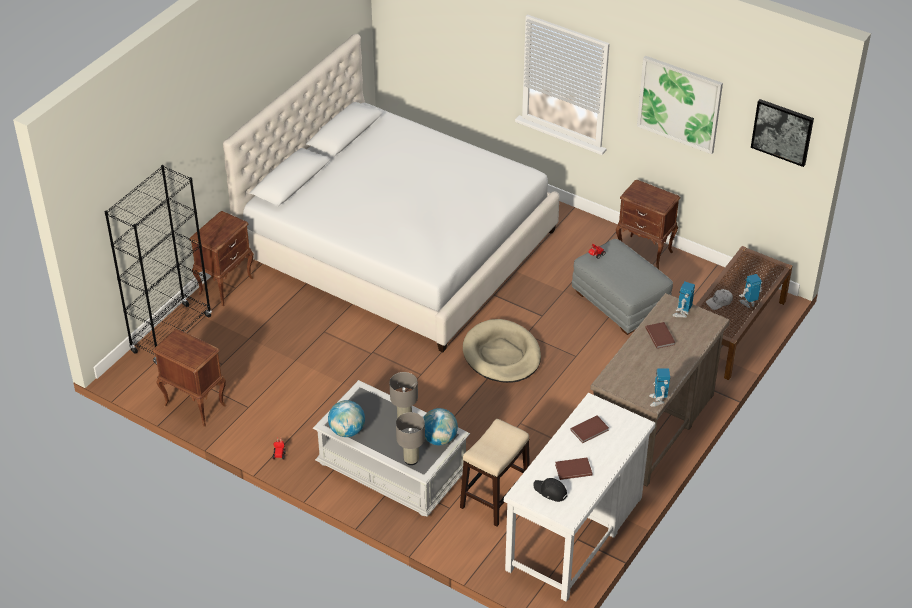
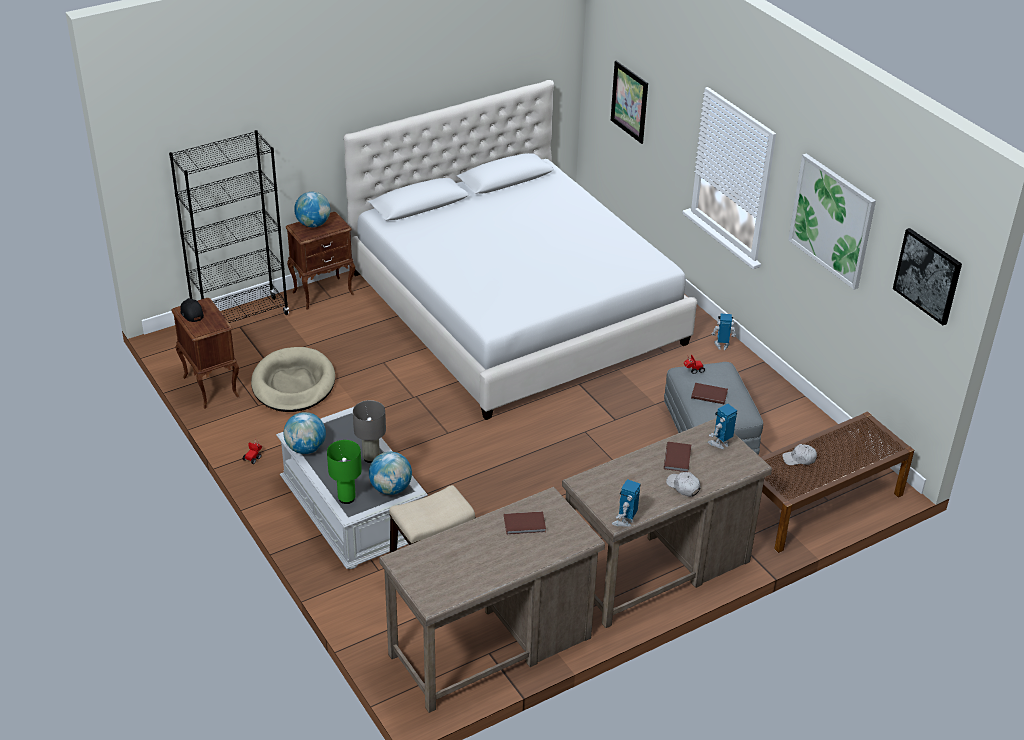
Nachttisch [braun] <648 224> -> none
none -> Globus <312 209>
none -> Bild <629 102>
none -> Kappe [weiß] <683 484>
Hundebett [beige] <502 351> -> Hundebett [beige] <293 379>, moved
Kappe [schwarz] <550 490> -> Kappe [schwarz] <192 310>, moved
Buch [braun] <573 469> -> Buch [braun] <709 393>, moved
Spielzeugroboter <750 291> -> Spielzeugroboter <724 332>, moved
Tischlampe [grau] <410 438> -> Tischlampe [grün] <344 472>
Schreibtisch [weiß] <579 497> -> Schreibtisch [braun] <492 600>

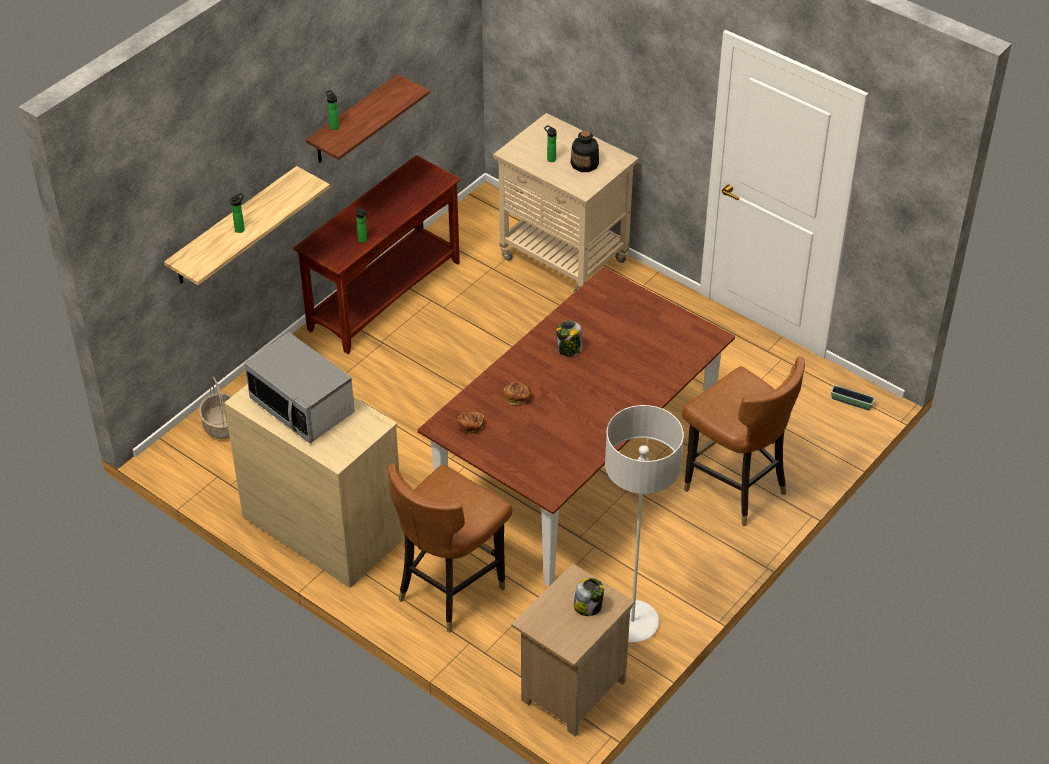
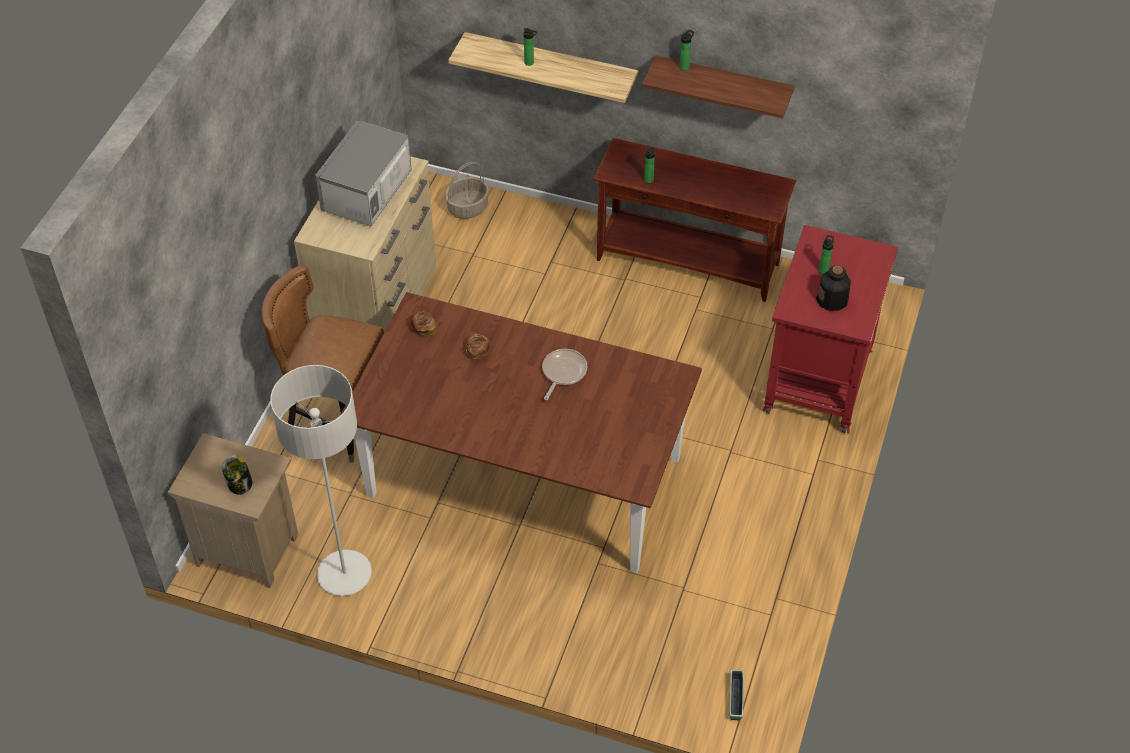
Stuhl [braun] <743 442> -> none
Vorratsglas <569 338> -> Pfanne <564 374>
Rollwagen [beige] <565 202> -> Rollwagen [rot] <830 329>

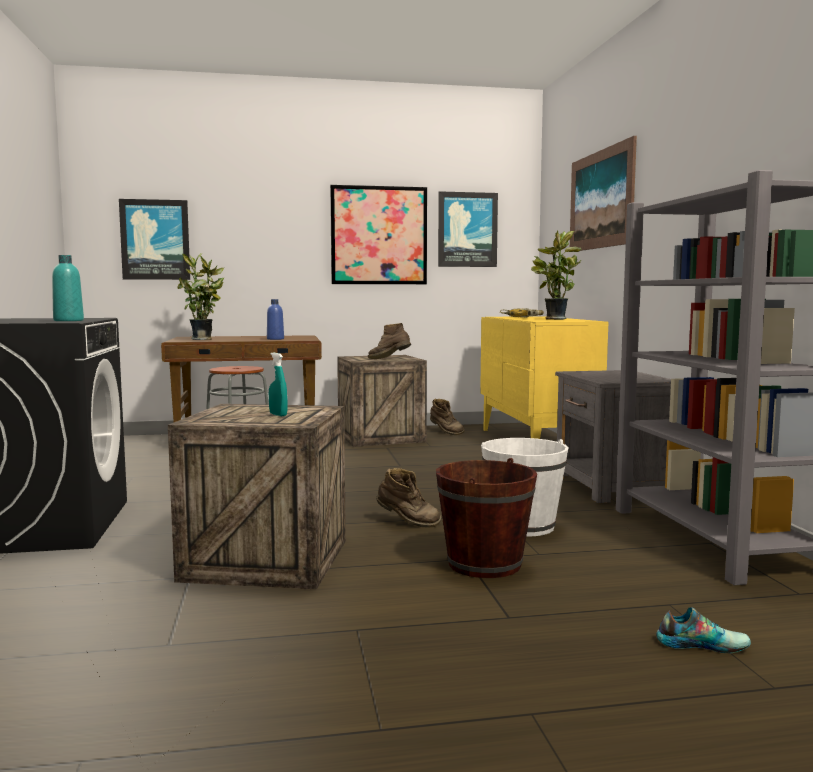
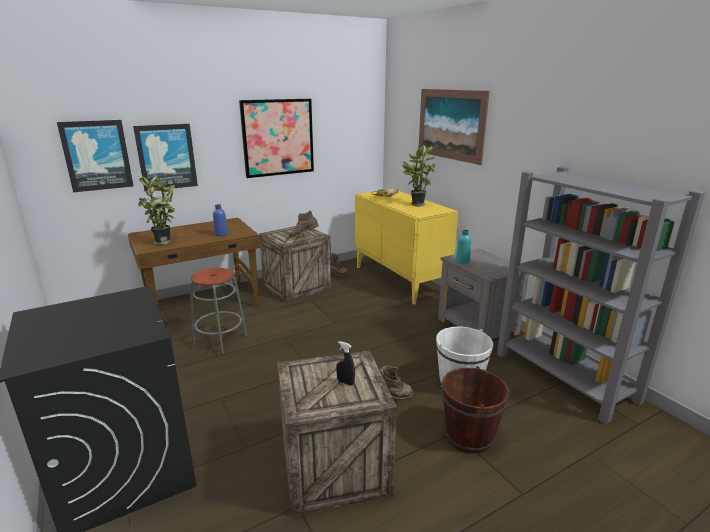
Schuh <703 630> -> none
Flasche [türkis] <68 288> -> Flasche [türkis] <463 247>, moved
Bild <468 229> -> Bild <165 157>, moved
Sprühflasche [türkis] <278 384> -> Sprühflasche [schwarz] <345 363>

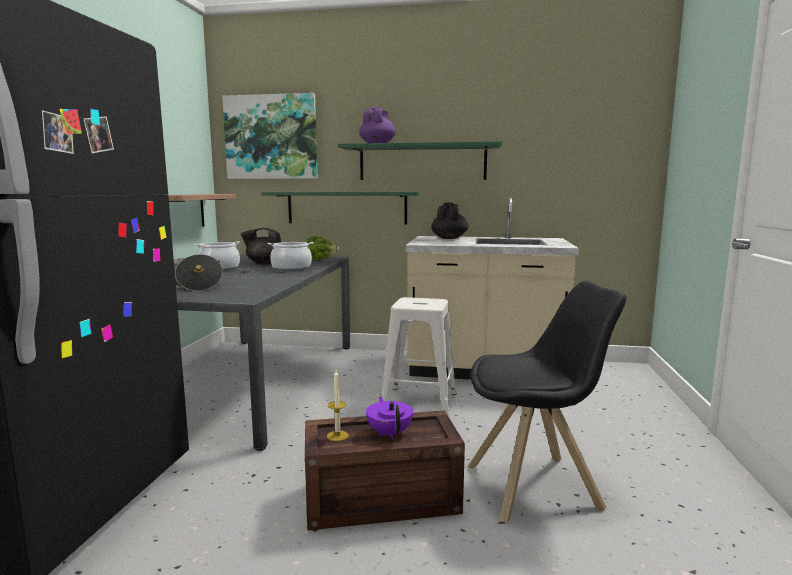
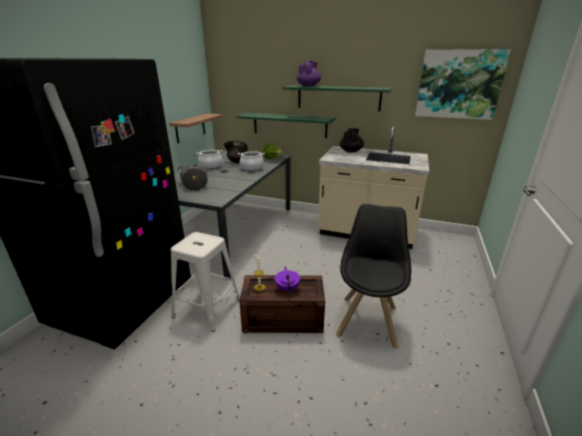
Bild <270 136> -> Bild <463 84>, moved
Hocker [weiß] <419 357> -> Hocker [weiß] <205 282>, moved
Stuhl [schwarz] <547 402> -> Stuhl [schwarz] <373 276>, 75 degrees counterclockwise

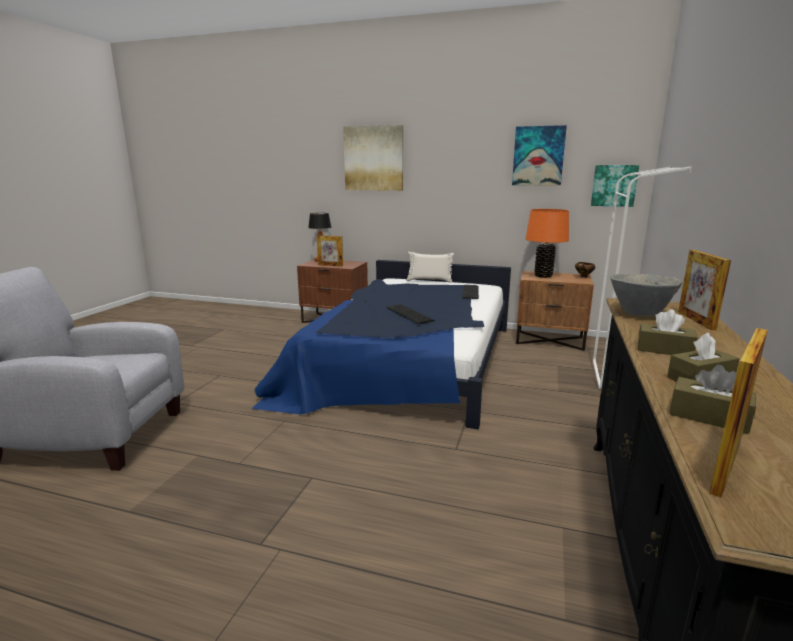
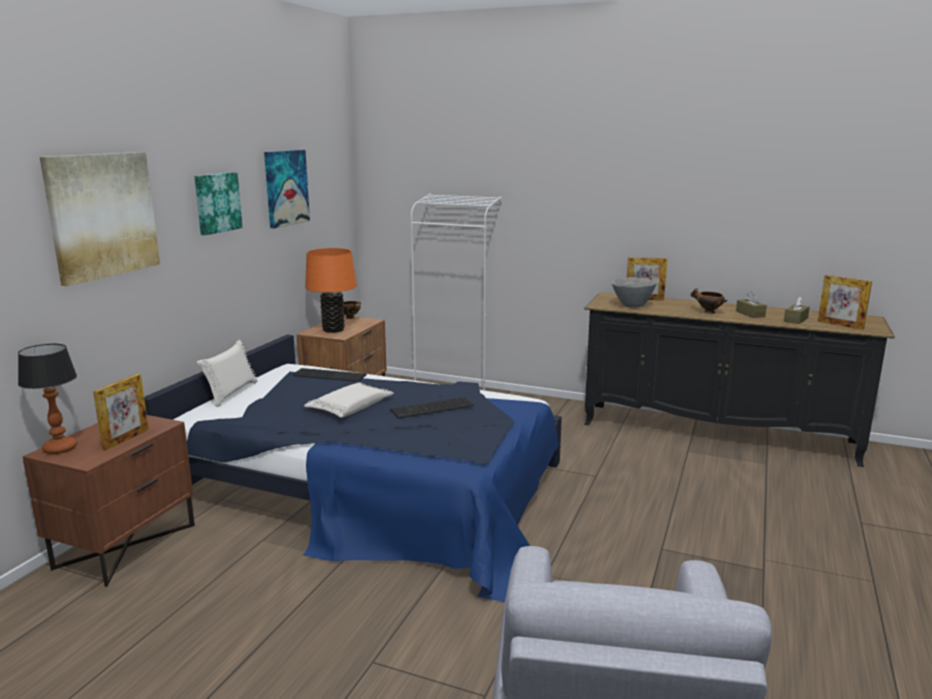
none -> Kissen [weiß] <348 400>
Bild <615 186> -> Bild <218 203>, moved
Taschentuchbox [braun] <668 332> -> Schüssel <709 301>

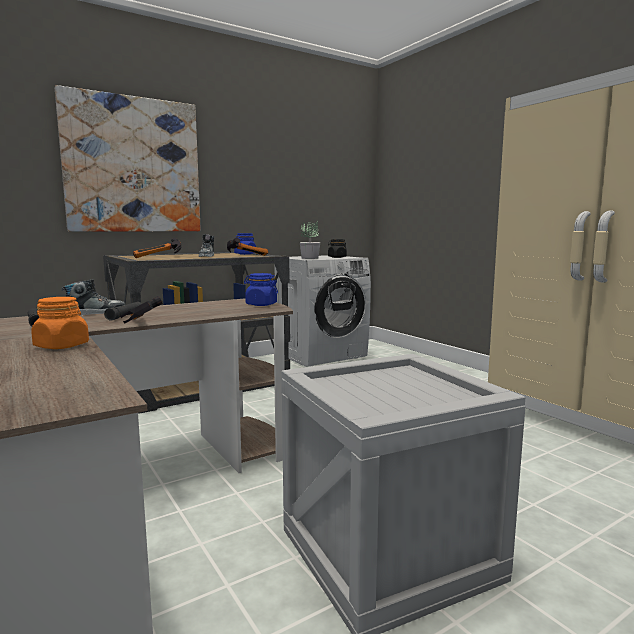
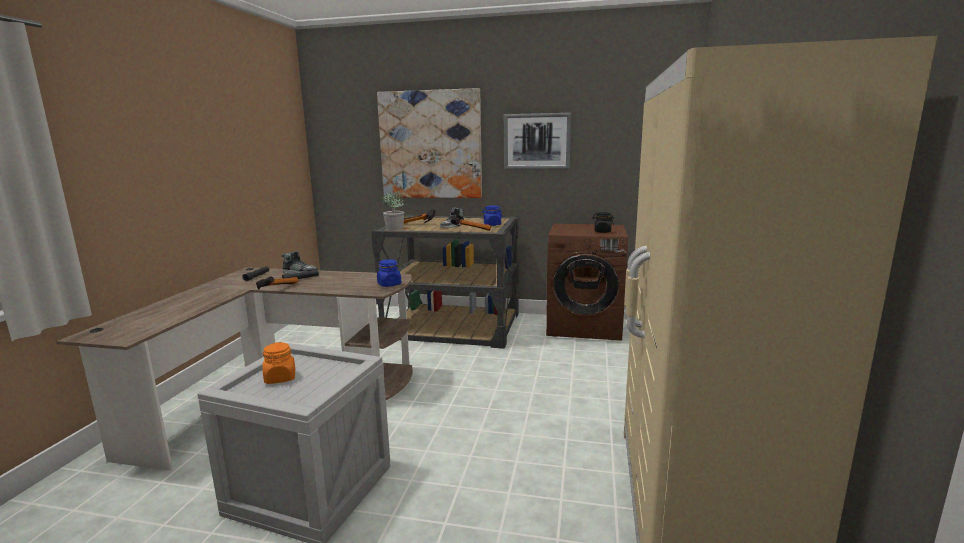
none -> Bild <537 141>
Vorratsglas [orange] <60 323> -> Vorratsglas [orange] <279 363>, moved
Topfpflanze <310 240> -> Topfpflanze <393 210>, moved
Waschmaschine [weiß] <322 311> -> Waschmaschine [braun] <587 282>

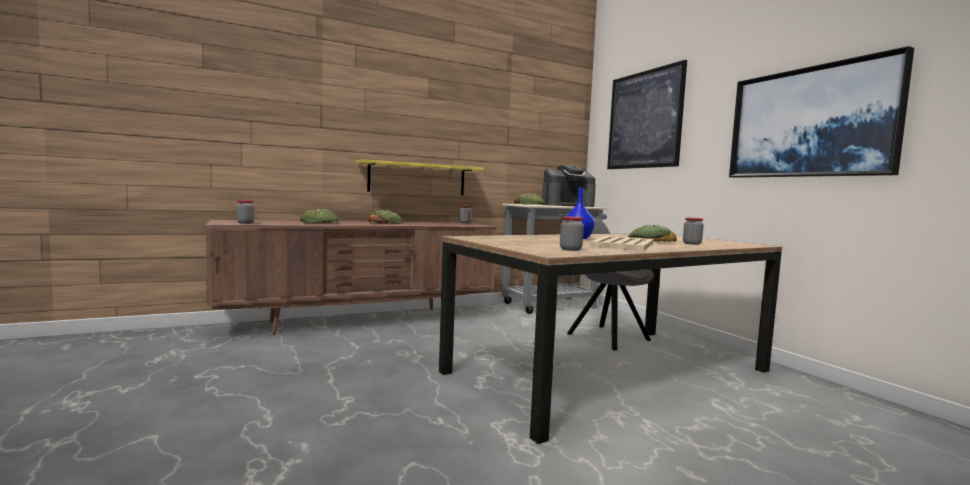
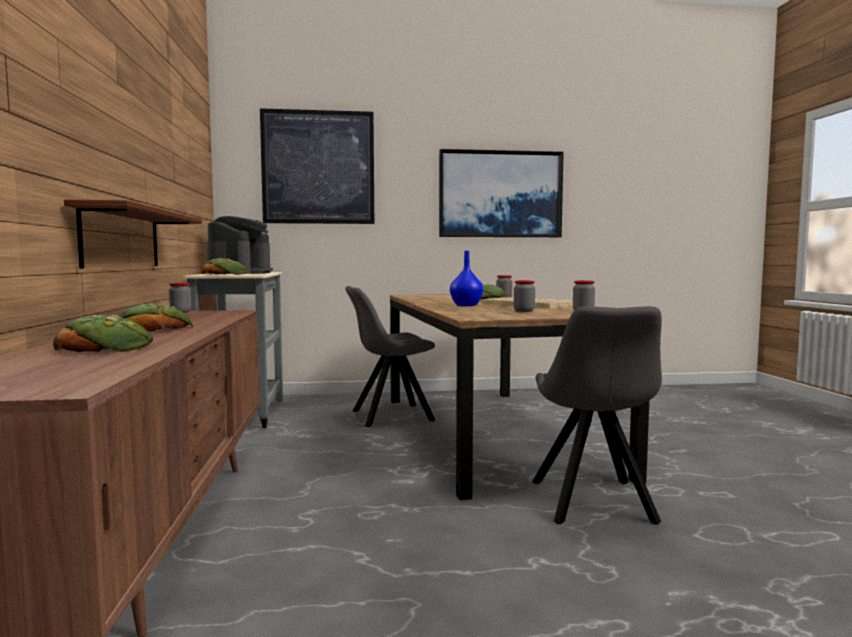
none -> Stuhl [grau] <597 415>
Vorratsglas <245 212> -> Vorratsglas <524 296>, moved
Wandregal [gelb] <420 177> -> Wandregal [braun] <133 234>

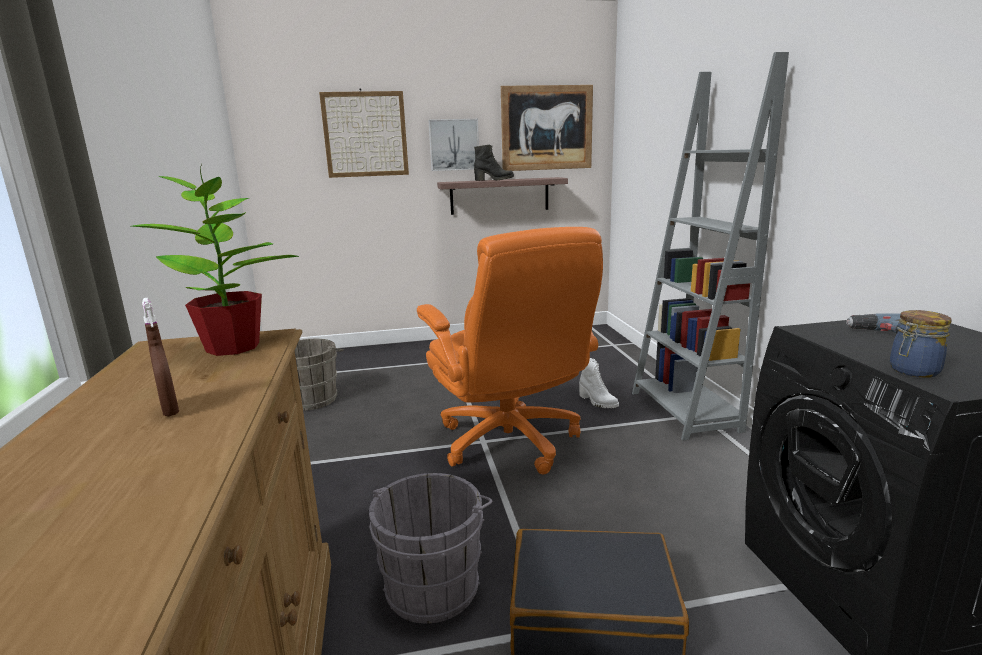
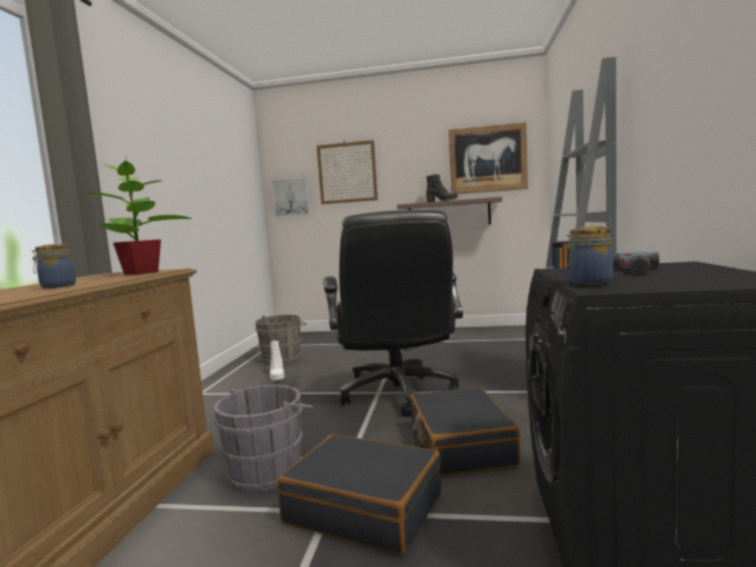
none -> Koffer [schwarz] <465 431>
Bild <453 145> -> Bild <291 197>, moved
Stiefel [weiß] <599 383> -> Stiefel [weiß] <277 360>, moved
Sprühflasche [braun] <160 357> -> Vorratsglas <54 266>
Bürostuhl [orange] <510 350> -> Bürostuhl [schwarz] <393 313>

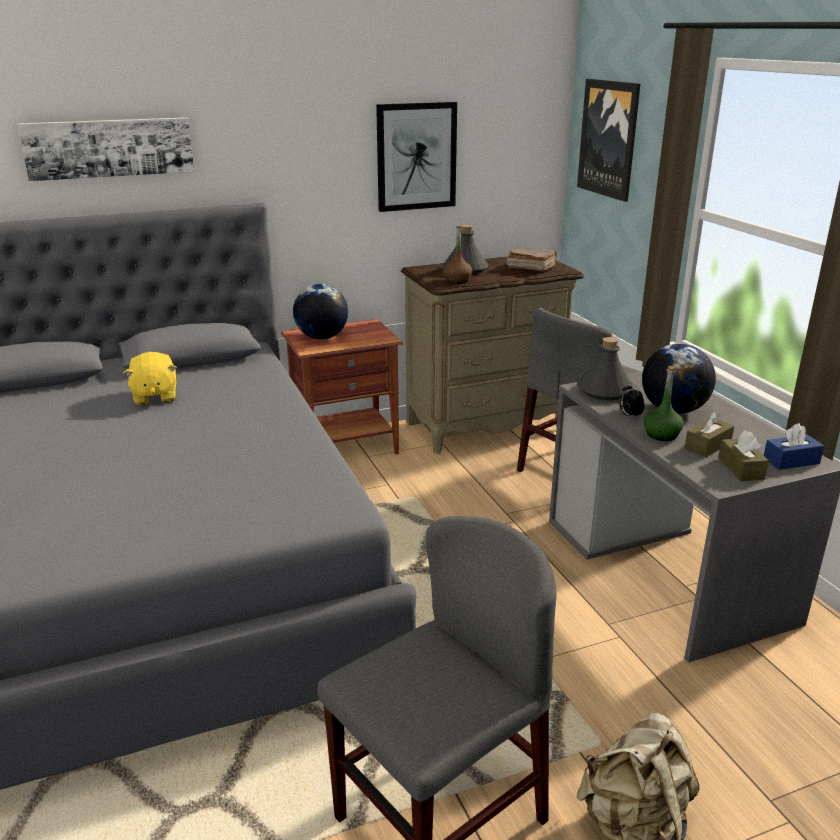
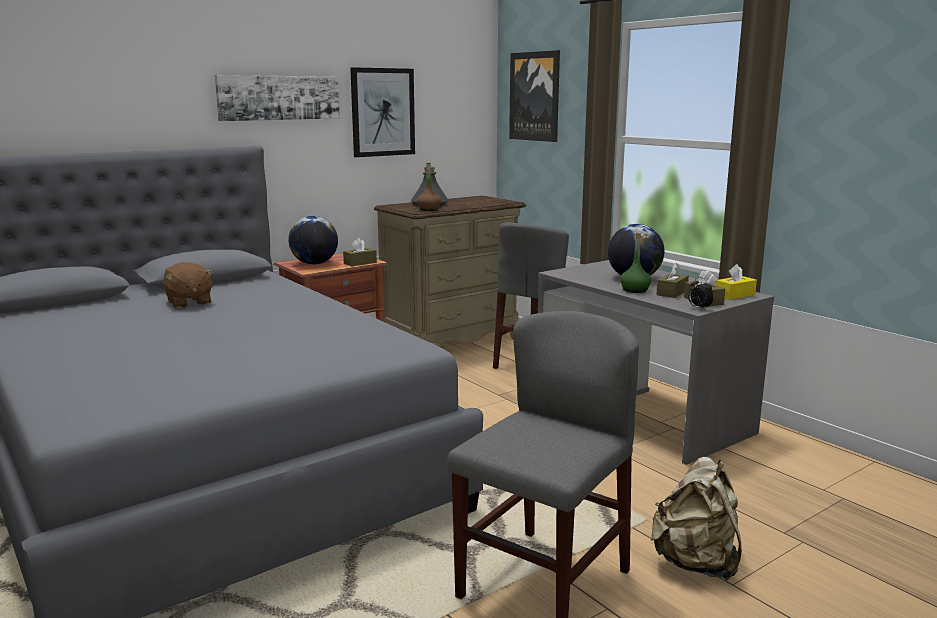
Buch [braun] <532 259> -> none
Flasche [grau] <605 368> -> none
none -> Taschentuchbox [braun] <360 252>
Bild <105 149> -> Bild <277 98>, moved
Wecker <631 401> -> Wecker <701 293>, moved
Plüschtier [gelb] <150 379> -> Plüschtier [braun] <188 285>
Taschentuchbox [blau] <794 446> -> Taschentuchbox [gelb] <736 282>

